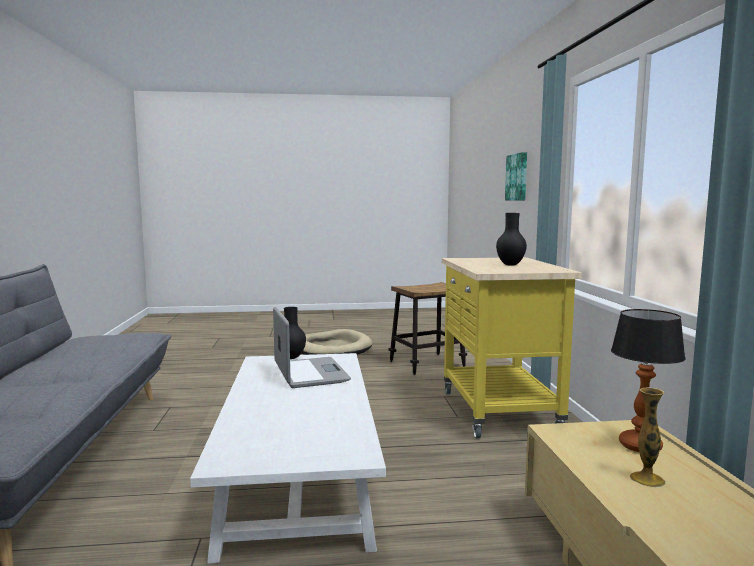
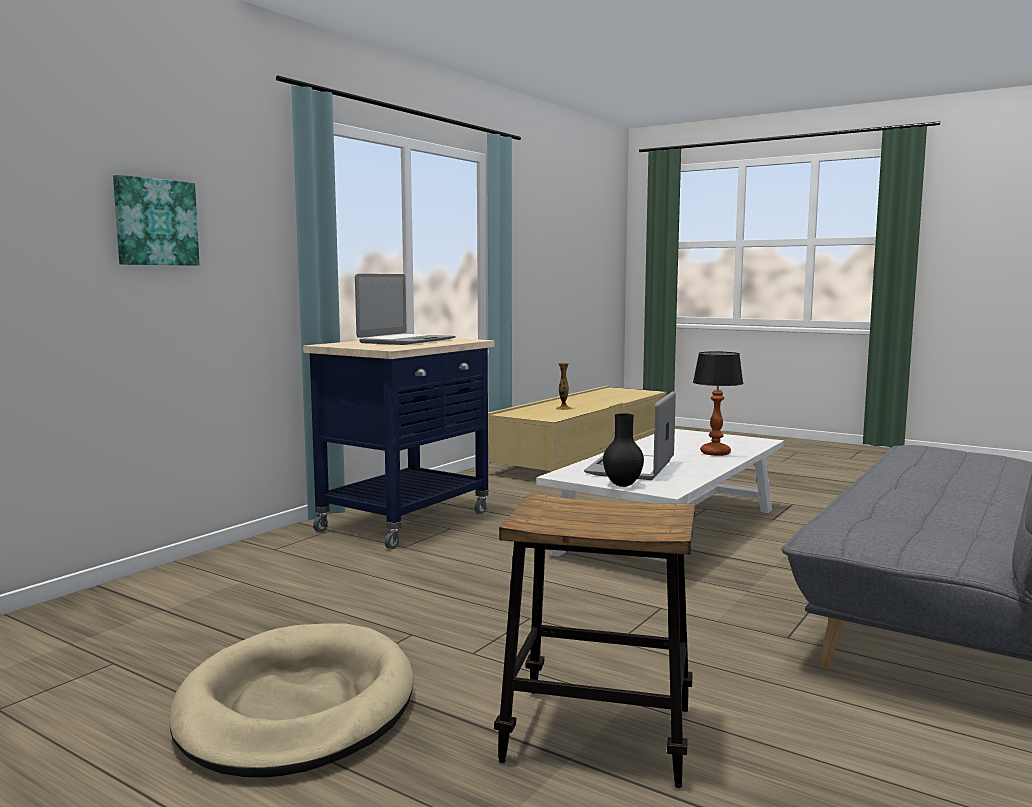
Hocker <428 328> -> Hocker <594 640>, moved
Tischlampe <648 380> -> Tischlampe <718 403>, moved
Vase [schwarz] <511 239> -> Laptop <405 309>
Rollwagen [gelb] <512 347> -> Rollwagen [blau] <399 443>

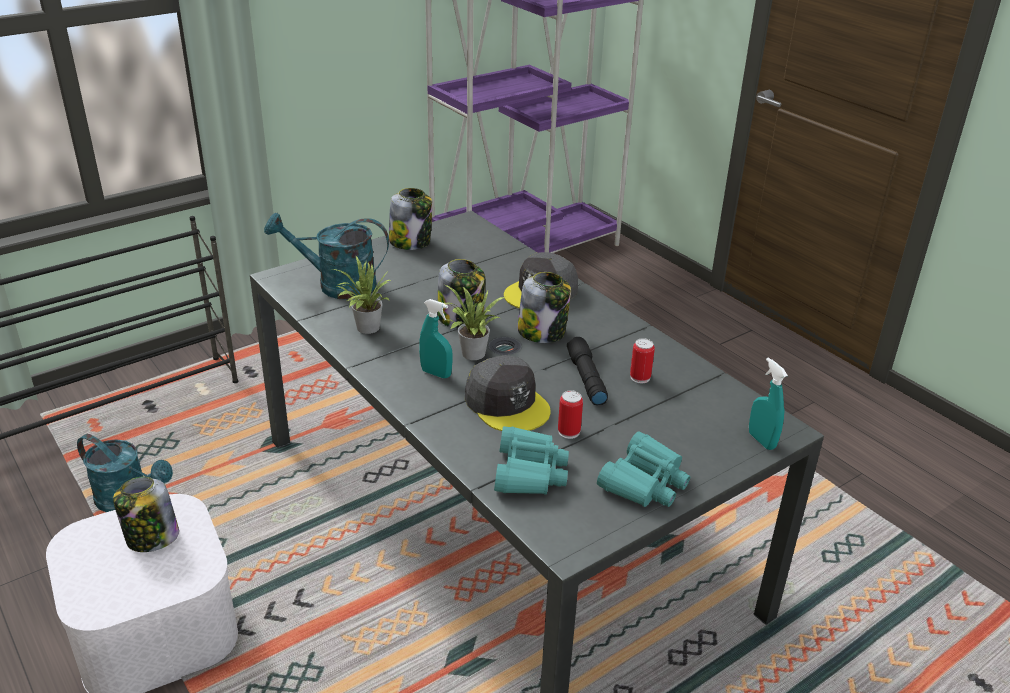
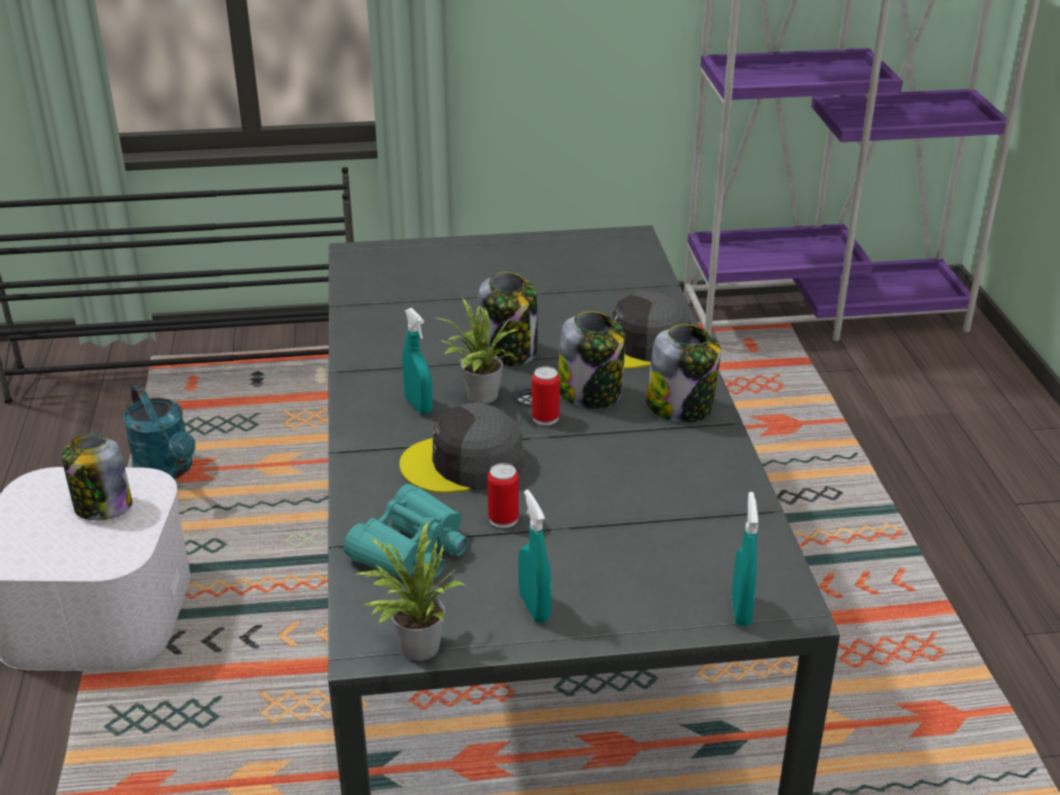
Gießkanne [türkis] <326 256> -> none
Taschenlampe [schwarz] <587 371> -> none
Topfpflanze <362 295> -> Topfpflanze <408 590>, moved
Vorratsglas <410 219> -> Vorratsglas <683 373>, moved
Dose <642 360> -> Dose <546 395>, moved
Fernglas [türkis] <643 469> -> Sprühflasche [türkis] <534 556>
Kappe [grau] <507 393> -> Kappe [grau] <461 448>, 90 degrees clockwise

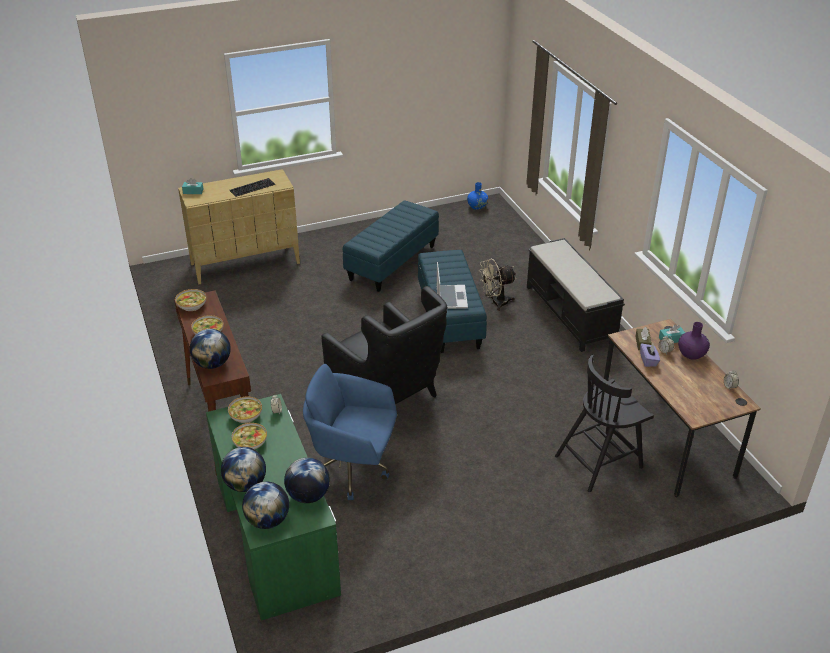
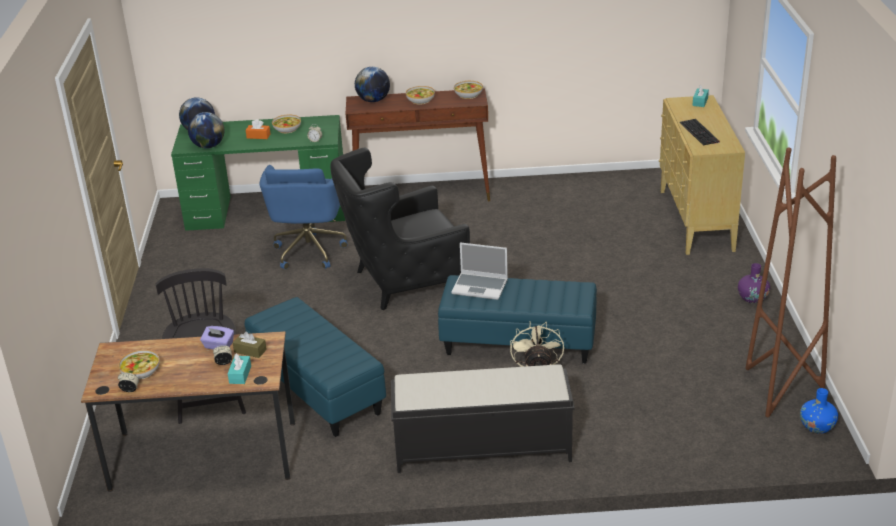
Globus <243 469> -> none
none -> Taschentuchbox [orange] <258 129>
none -> Kleiderständer [braun] <791 282>
Schüssel <245 409> -> Schüssel <139 365>, moved
Polsterhocker [blau] <391 246> -> Polsterhocker [blau] <315 367>, moved
Vase [lila] <694 341> -> Vase [lila] <754 283>, moved
Bürostuhl [blau] <350 432> -> Bürostuhl [blau] <304 217>, 150 degrees clockwise

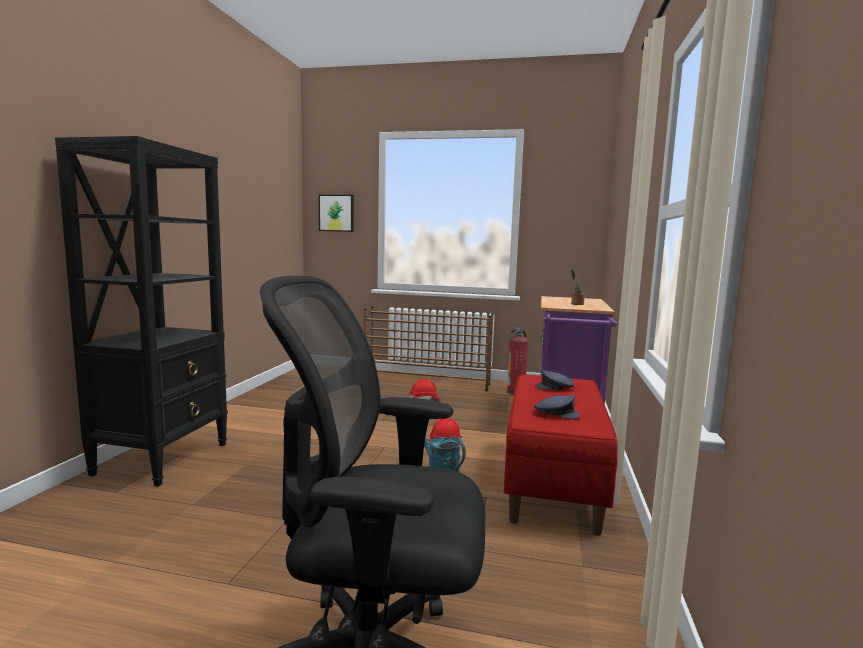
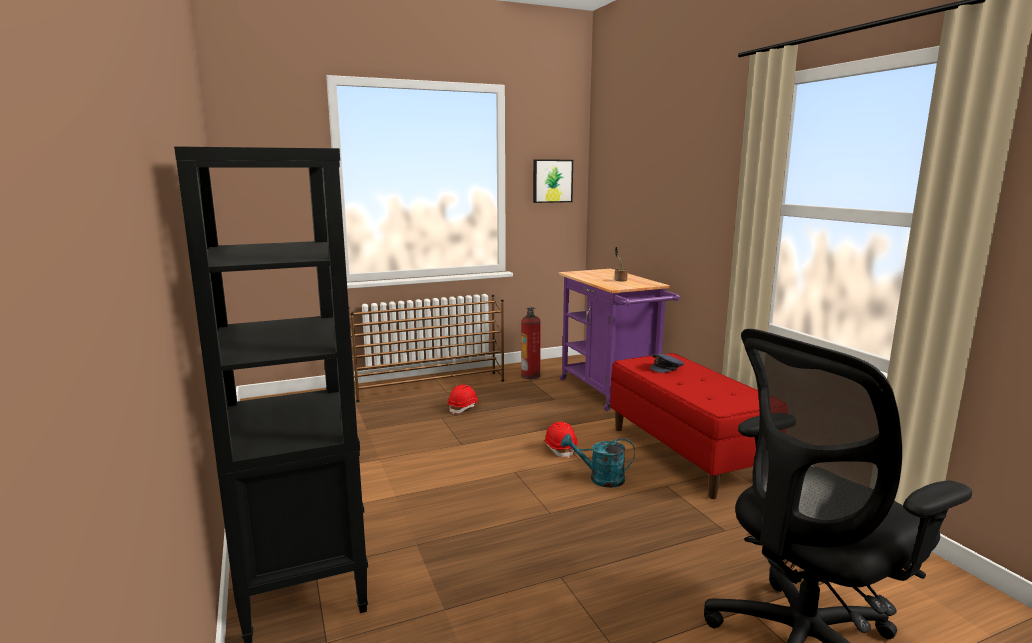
Kappe [grau] <557 407> -> none
Bild <336 213> -> Bild <553 181>, moved

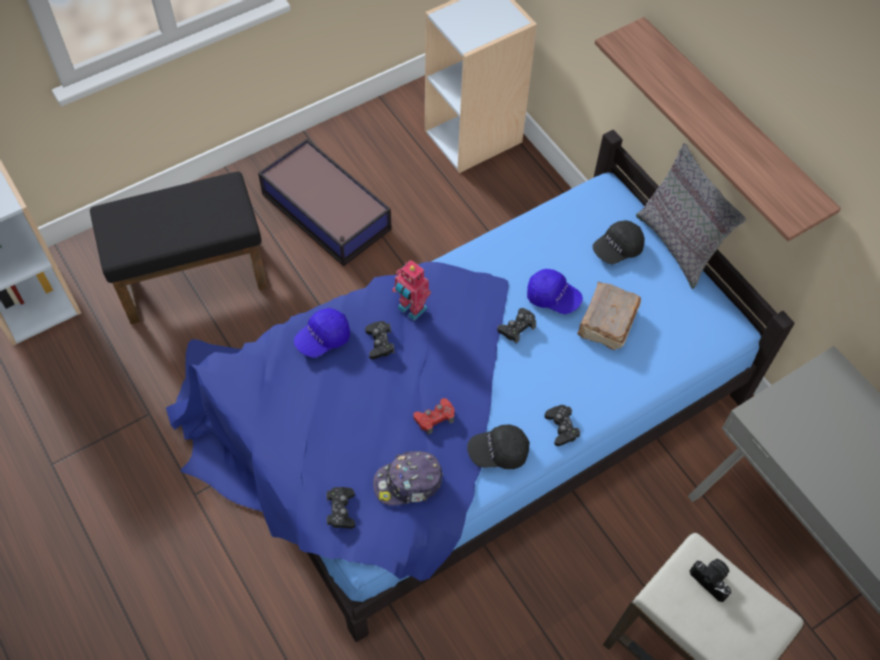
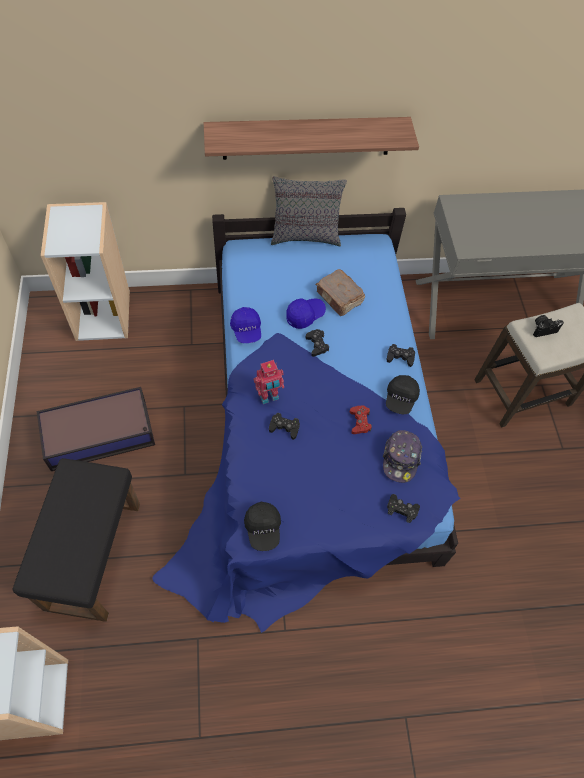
Kappe [blau] <322 333> -> Kappe [blau] <245 325>, moved
Kappe [schwarz] <618 242> -> Kappe [schwarz] <262 526>, moved

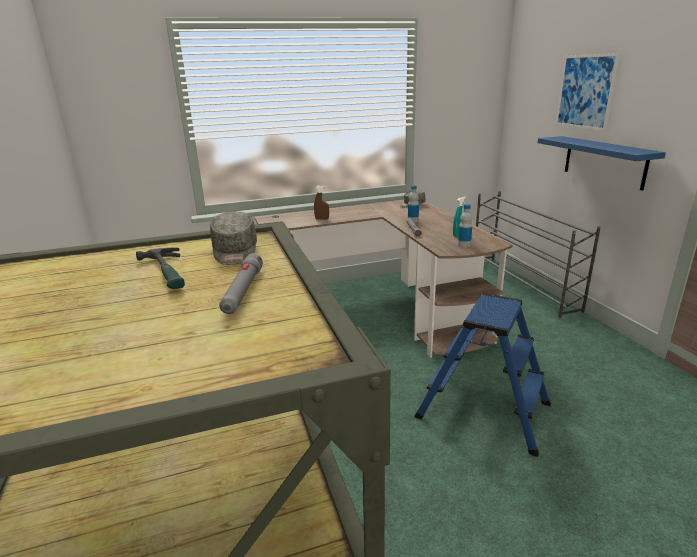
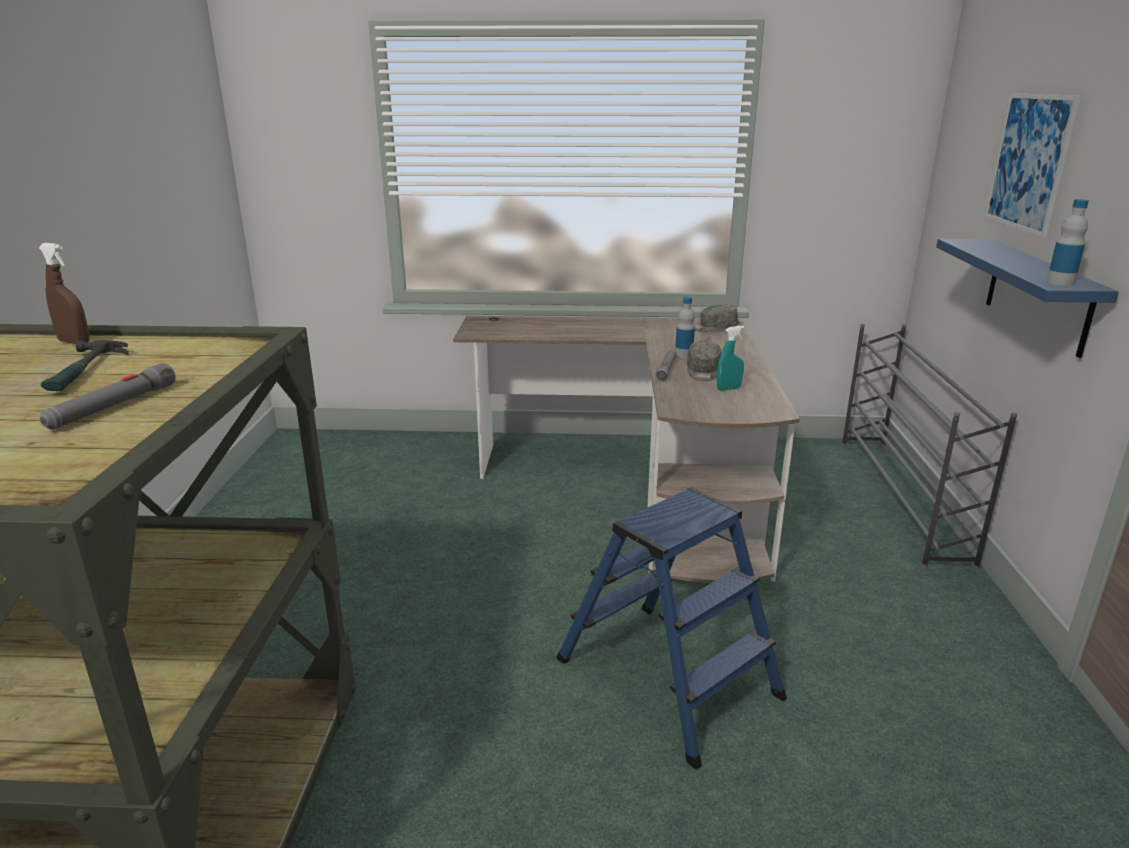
Kappe [grau] <233 238> -> Kappe [grau] <704 361>, moved
Sprühflasche [braun] <321 202> -> Sprühflasche [braun] <64 293>, moved
Flasche <465 226> -> Flasche <1067 242>, moved

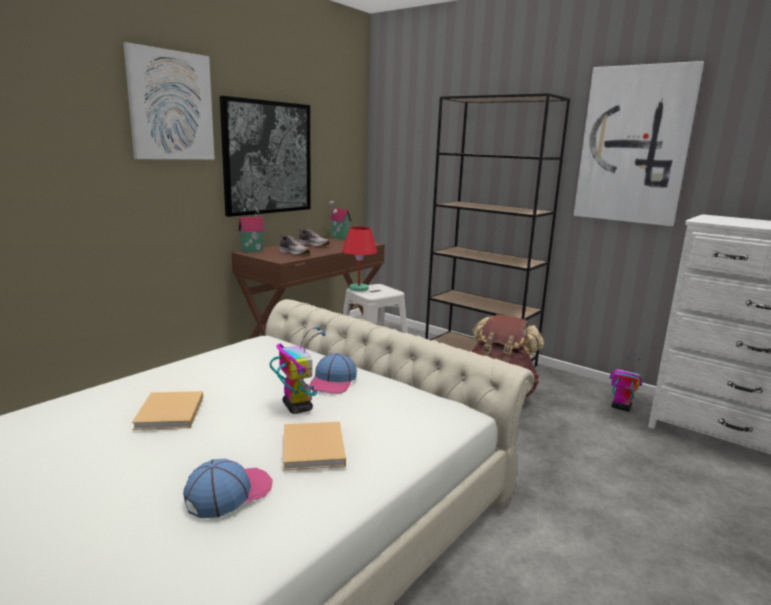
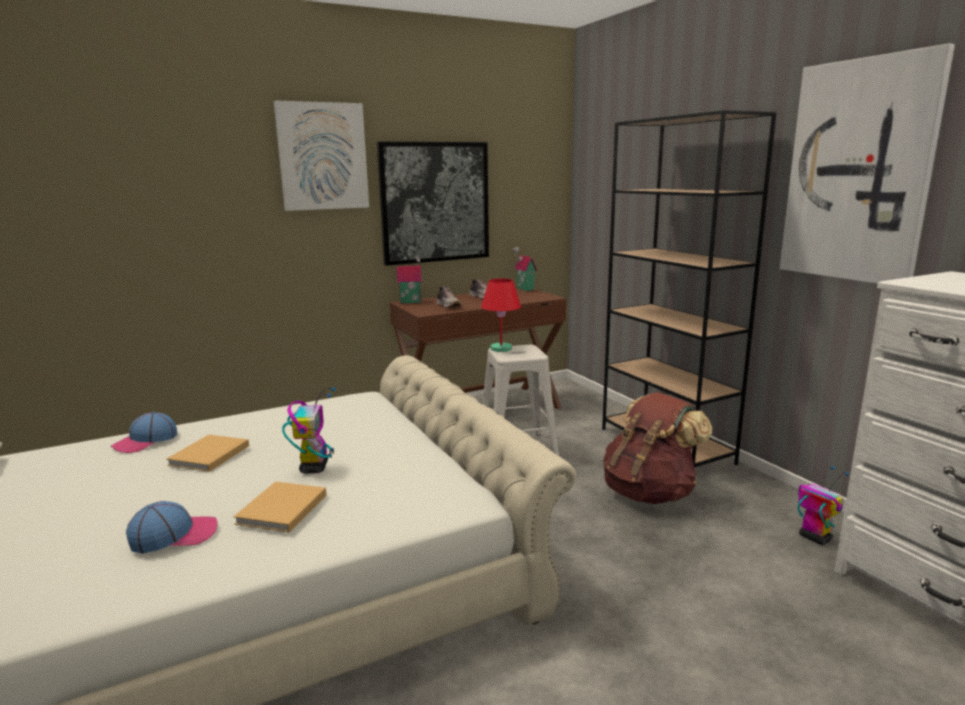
Kappe <333 373> -> Kappe <144 432>, moved

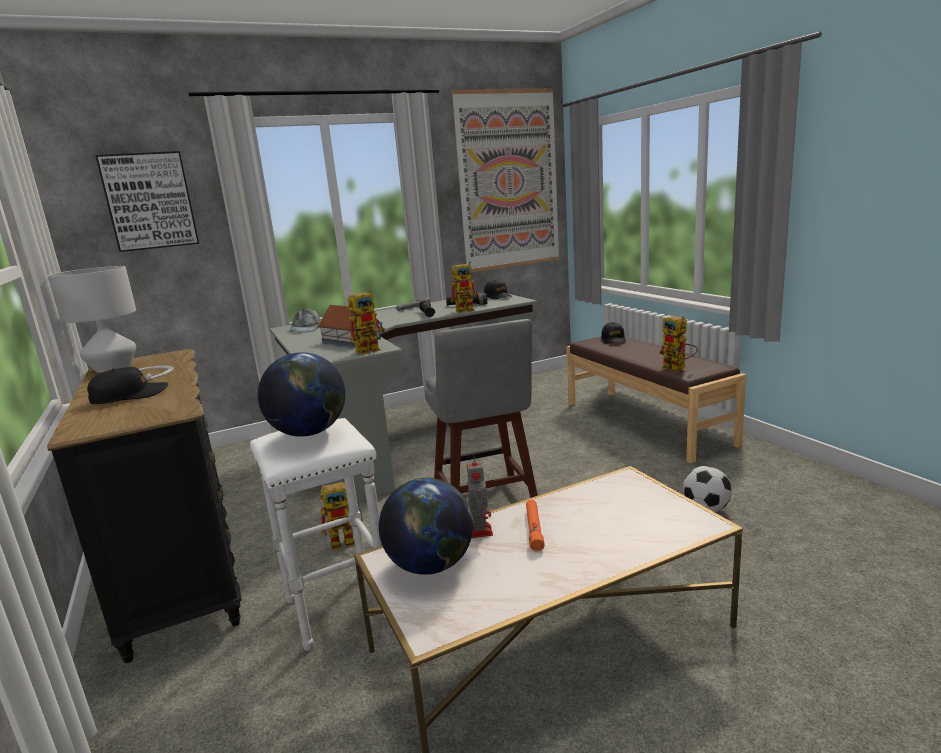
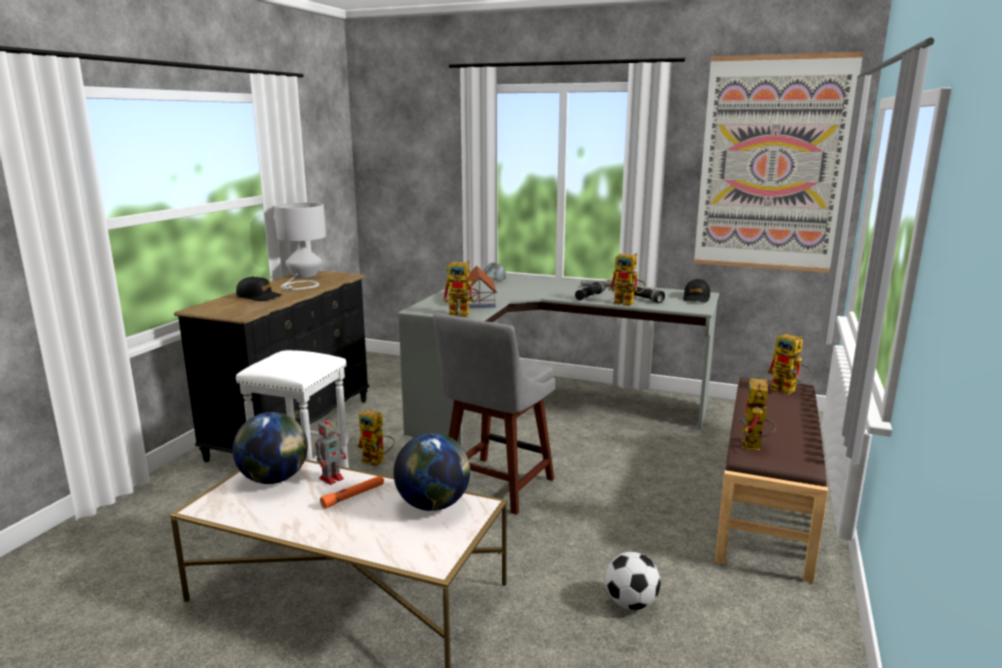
Bild <147 201> -> none
Globus <301 394> -> Globus <432 472>, moved
Kappe [schwarz] <613 333> -> Spielzeugroboter <789 364>

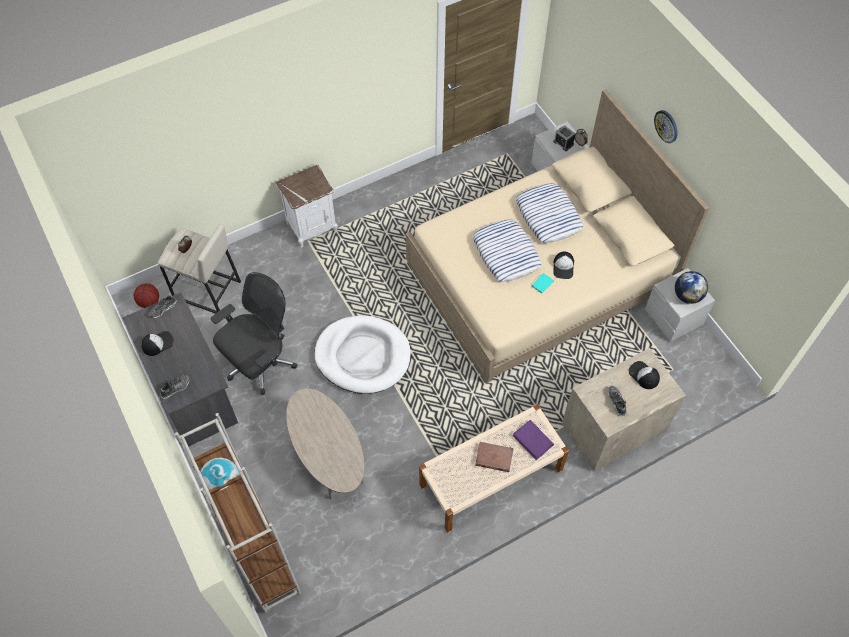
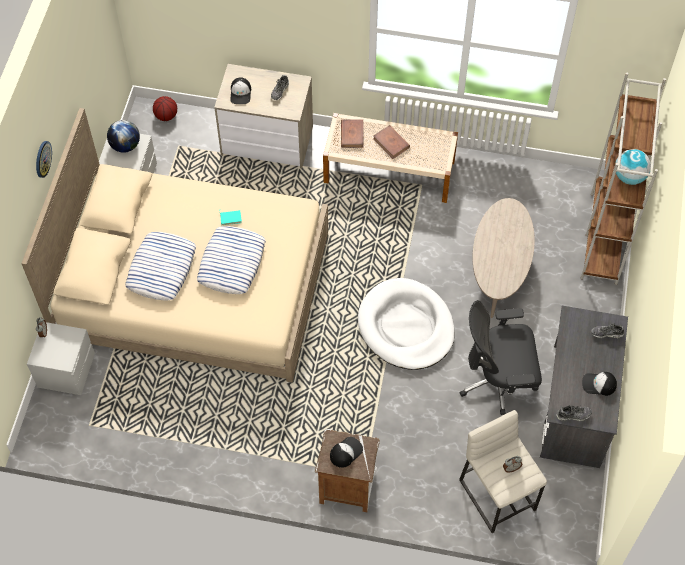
Wecker <564 138> -> none
Basketball <146 296> -> Basketball <165 108>, moved
Kappe <563 265> -> Kappe <346 452>, moved
Buch [lila] <533 440> -> Buch [braun] <352 133>

